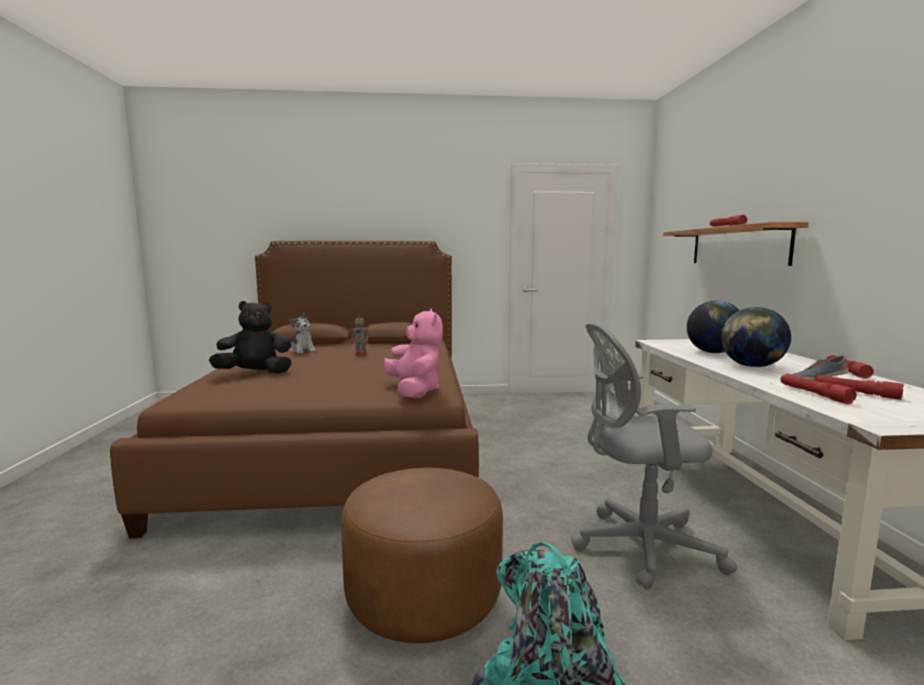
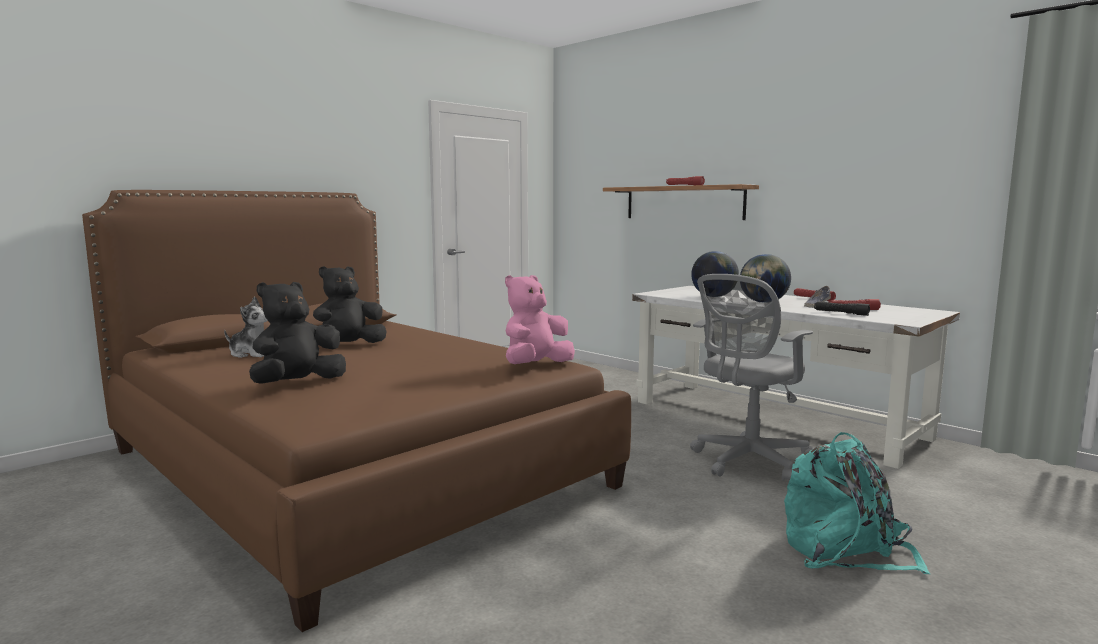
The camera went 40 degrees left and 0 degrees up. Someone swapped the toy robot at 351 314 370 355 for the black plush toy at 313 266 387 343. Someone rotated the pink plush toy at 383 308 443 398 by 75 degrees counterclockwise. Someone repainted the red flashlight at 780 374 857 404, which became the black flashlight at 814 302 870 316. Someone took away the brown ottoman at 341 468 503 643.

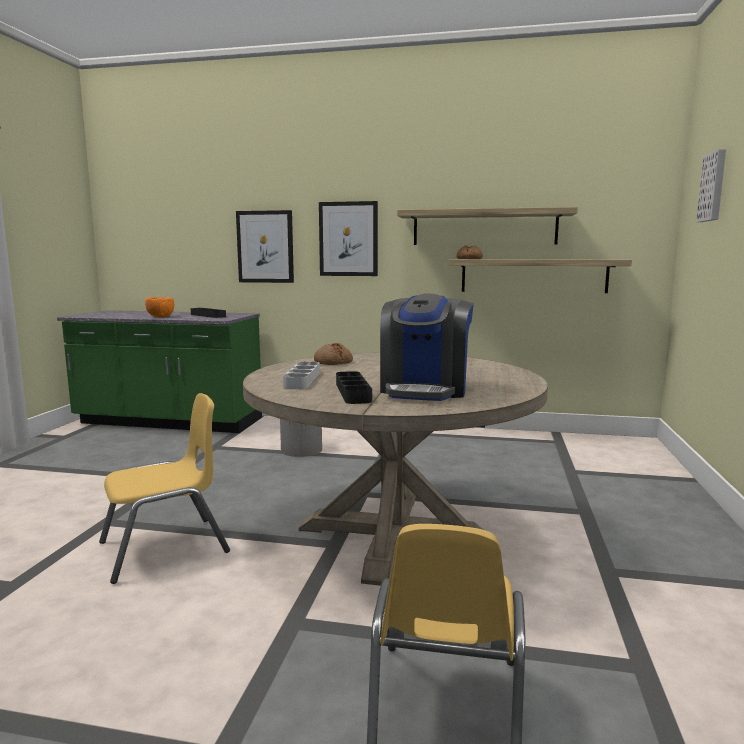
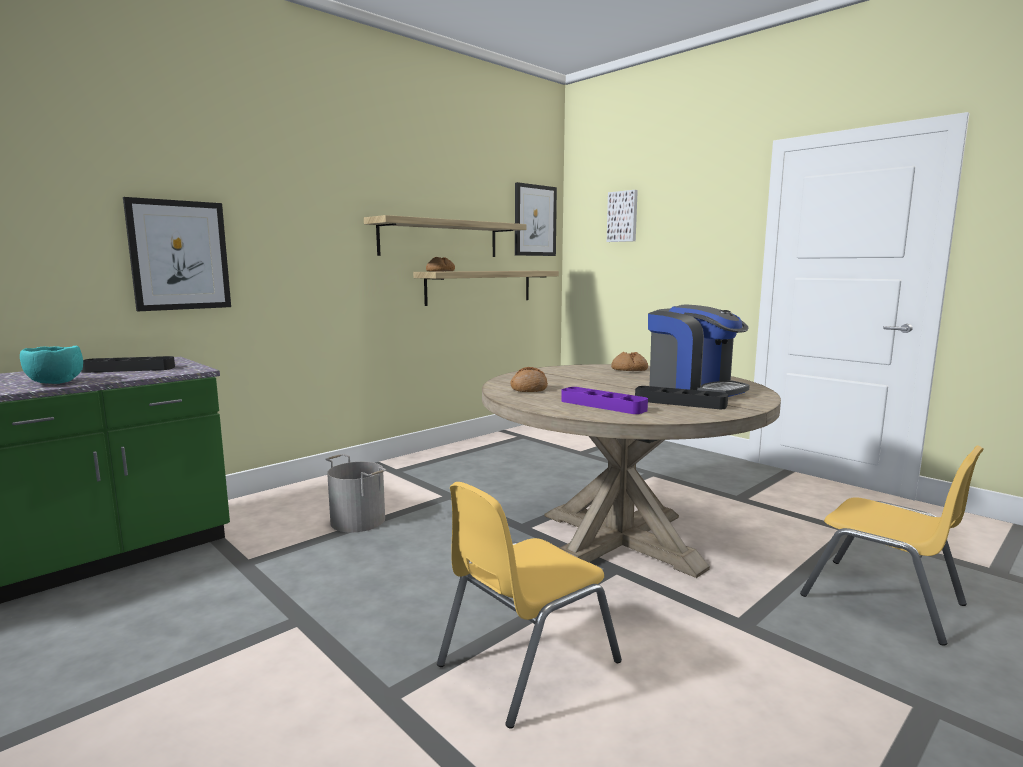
The camera went 55 degrees left and 0 degrees up. Someone repainted the orange bowl at 145 297 174 318, which became the turquoise bowl at 20 346 83 384. Someone rotated the yellow chair at 99 393 230 584 by 135 degrees counterclockwise. Someone carried the picture from 319 201 378 276 to 515 182 557 256. Someone repainted the grey tray at 283 362 320 389, which became the purple tray at 561 387 648 414. Someone put down the bread at 611 352 648 371.

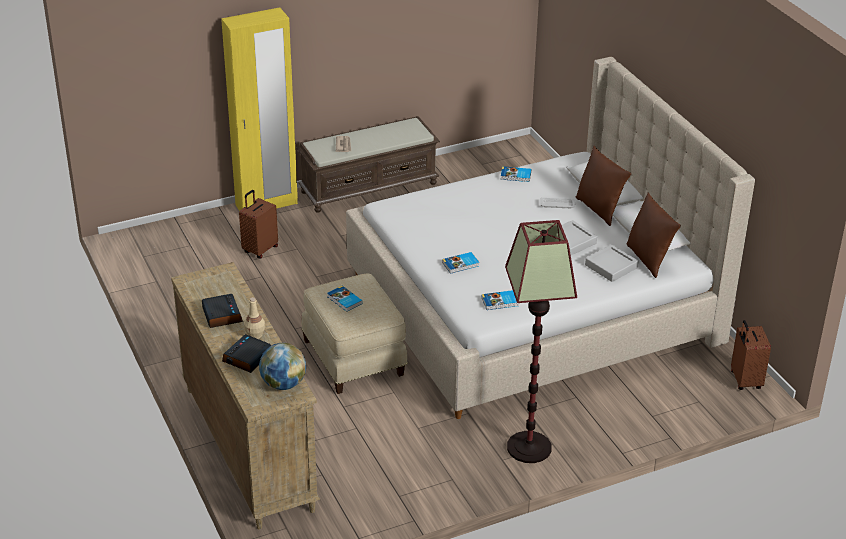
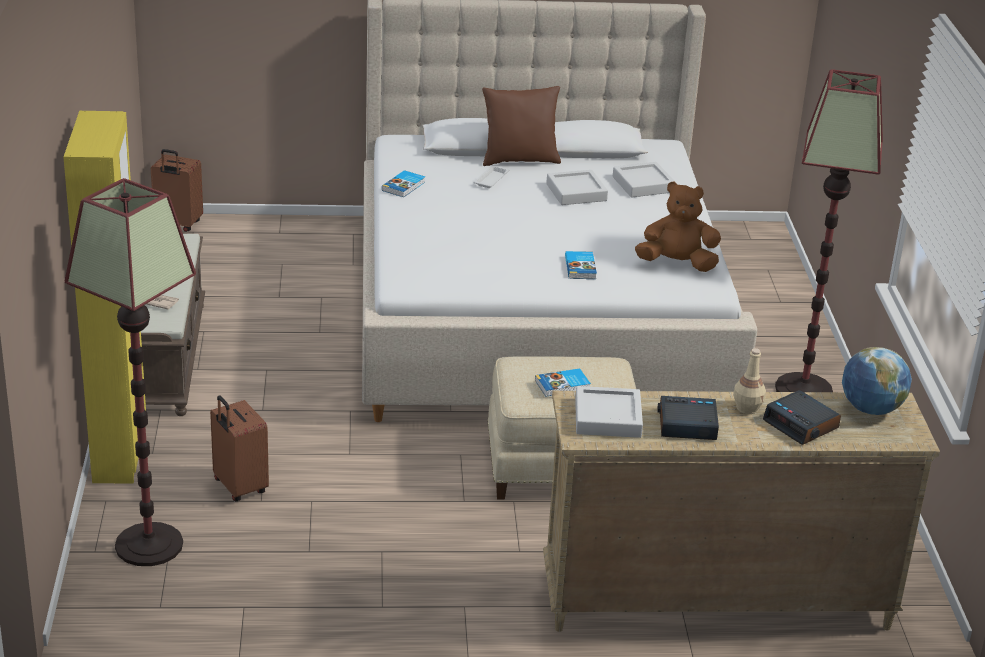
The camera went 70 degrees left and 5 degrees down. Someone put down the floor lamp at 65 178 196 566. Someone carried the brown suitcase from 731 320 771 390 to 151 149 203 232. Someone put down the grey tray at 575 386 643 438. Someone swapped the book at 482 290 518 310 for the brown plush toy at 635 182 721 272. Someone took away the brown pillow at 627 192 681 278.

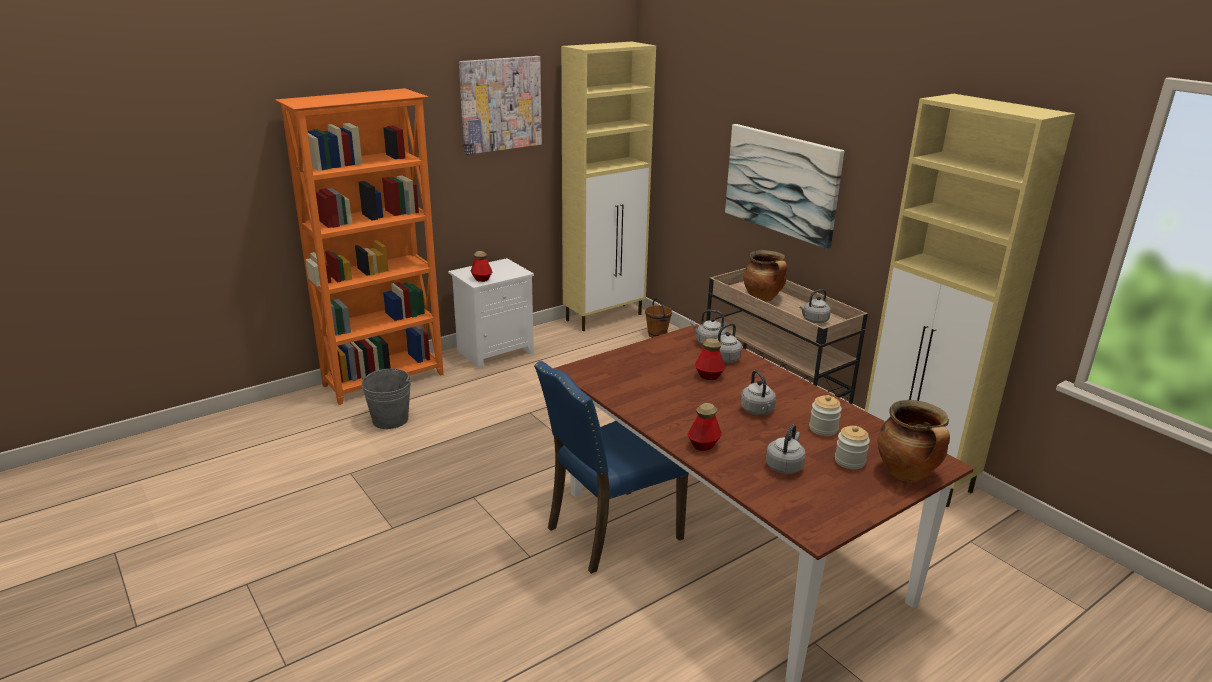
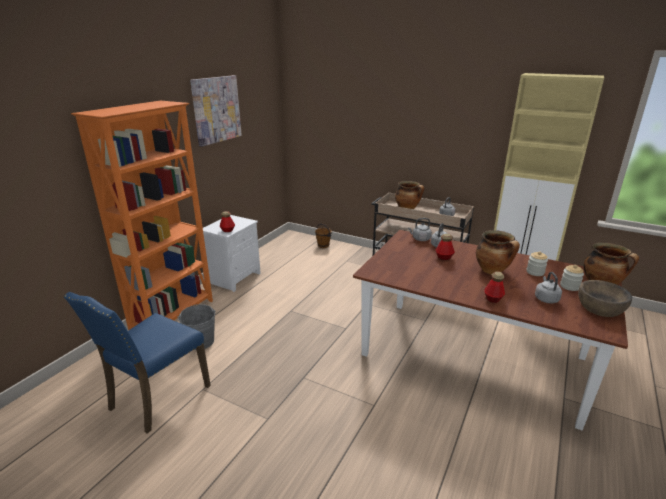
The camera went 25 degrees left and 0 degrees up. Someone carried the blue chair from 534 361 689 574 to 64 292 211 434. Someone swapped the grey kettle at 741 370 776 415 for the cooking pot at 476 230 520 274. Someone put down the brown bowl at 578 280 632 317. Someone took away the beige cabinet at 561 42 656 331. Someone took away the picture at 725 124 845 249.

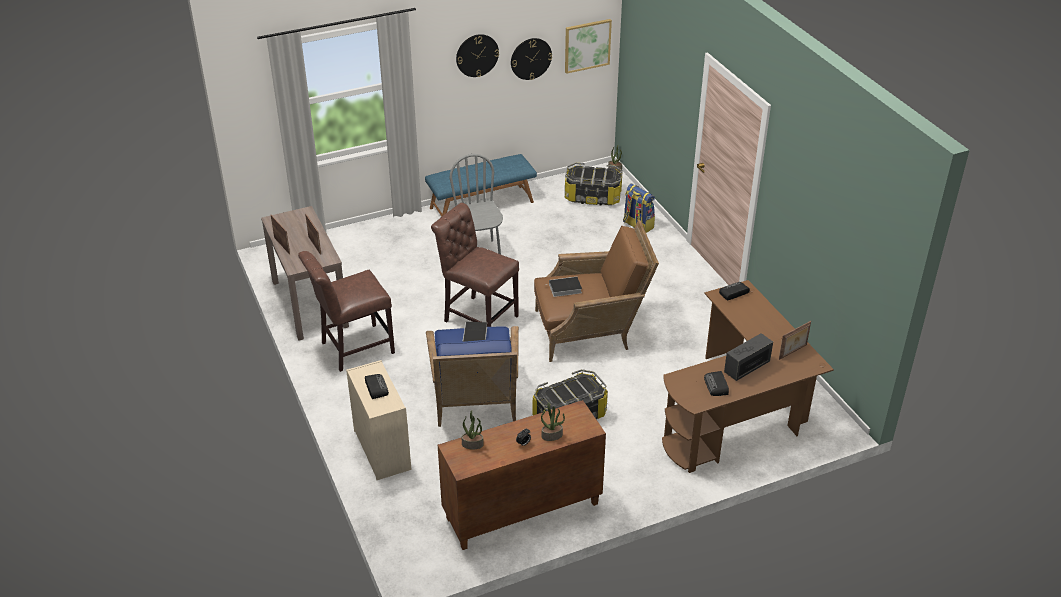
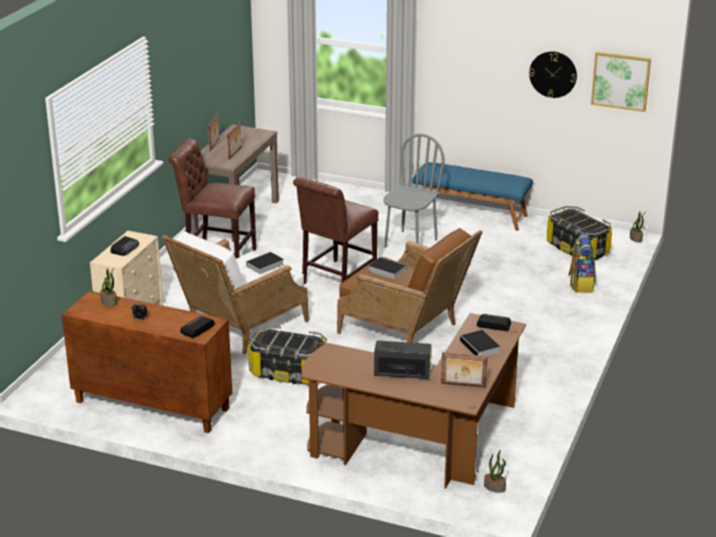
The camera went 45 degrees right and 10 degrees down. Someone repainted the blue armchair at 426 326 519 427, which became the white armchair at 162 231 309 355. Someone carried the radio from 704 371 729 396 to 180 316 215 338. Someone rotated the brown chair at 431 203 519 327 by 135 degrees counterclockwise. Someone put down the book at 460 330 500 356. Someone carried the potted plant from 541 402 565 441 to 484 450 506 493. Someone took away the wall clock at 456 34 499 77.

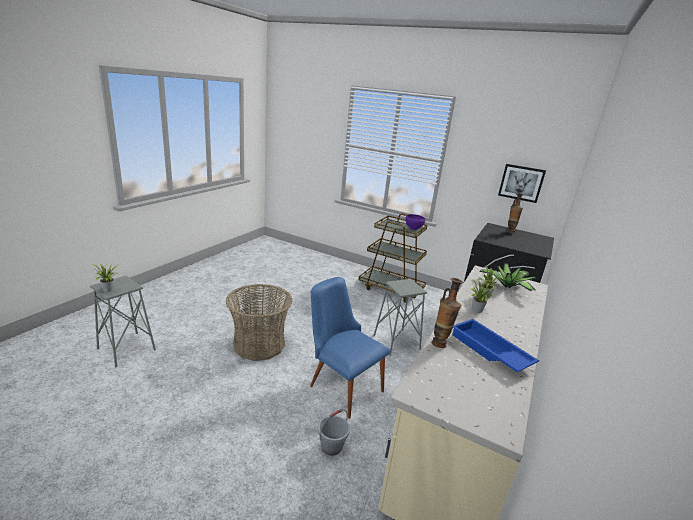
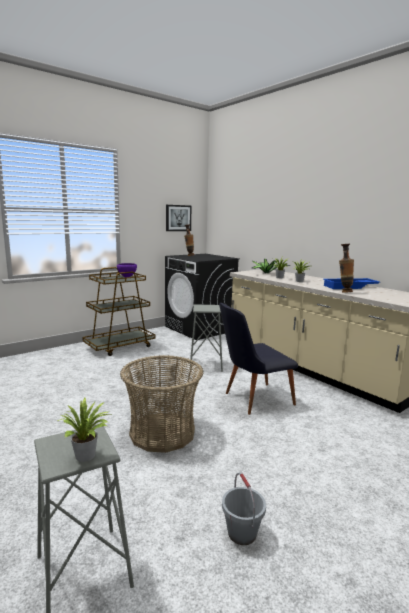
The camera went 65 degrees left and 10 degrees down. Someone repainted the blue chair at 310 277 390 419, which became the black chair at 219 303 298 415. Someone carried the grey bucket from 318 409 350 456 to 222 473 266 545.

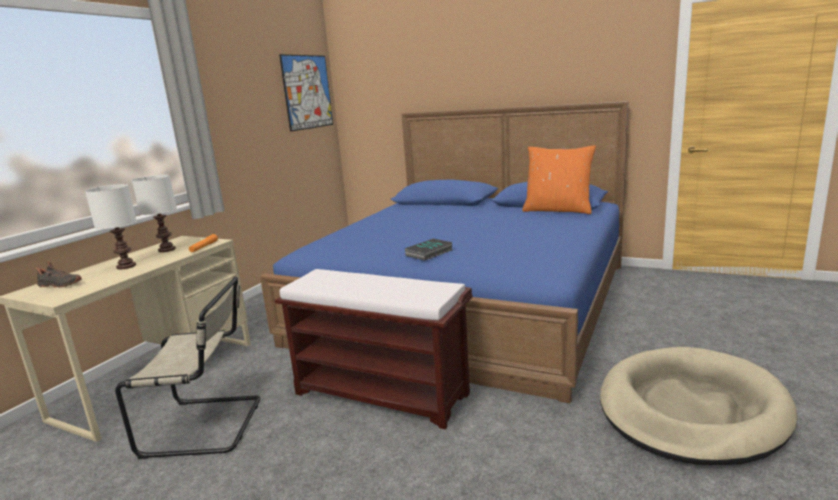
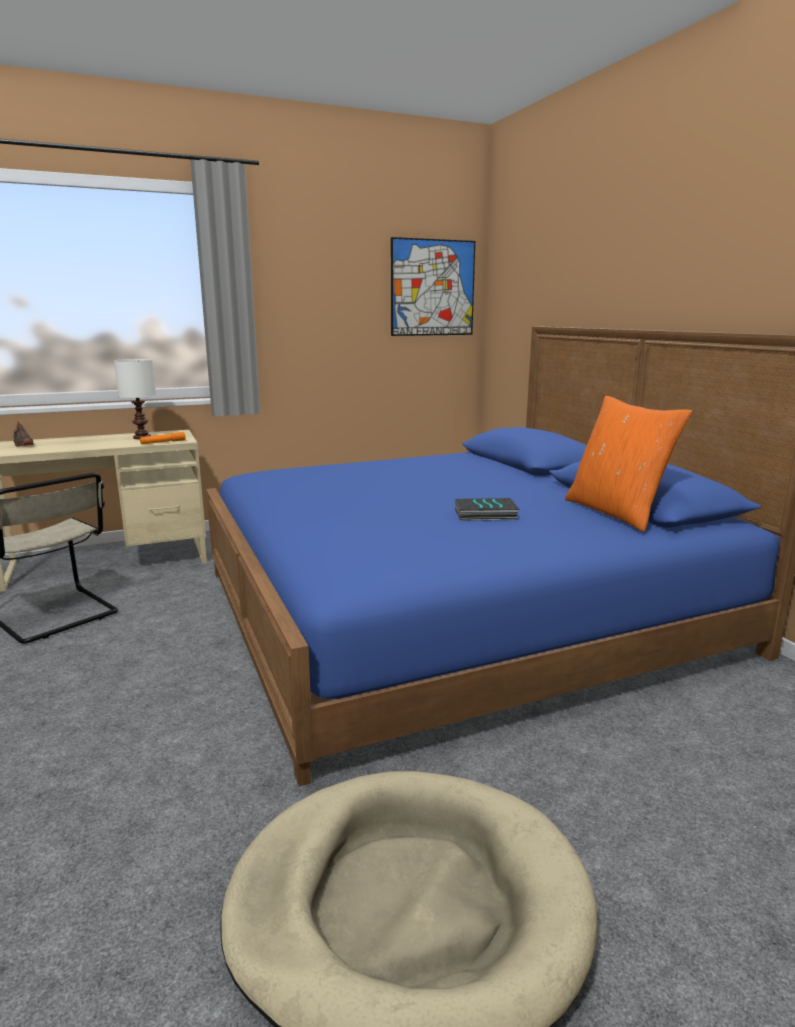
The camera went 40 degrees right and 0 degrees up. Someone carried the book from 405 238 453 261 to 455 498 519 521. Someone took away the white table lamp at 85 184 137 269. Someone took away the brown bench at 275 269 472 429.

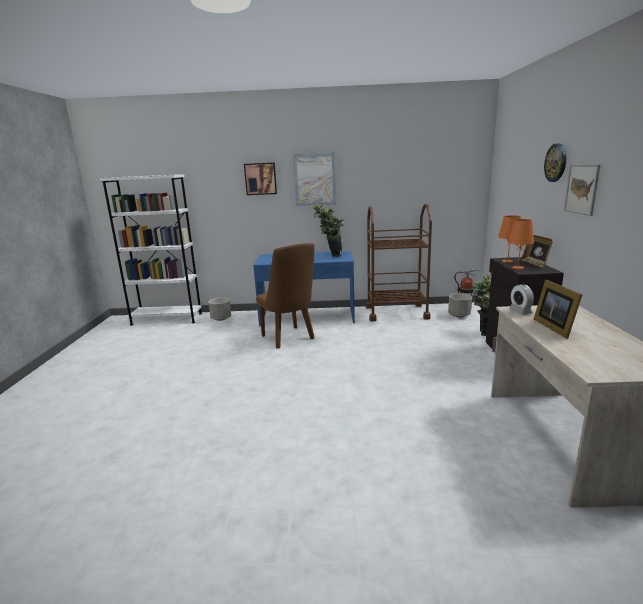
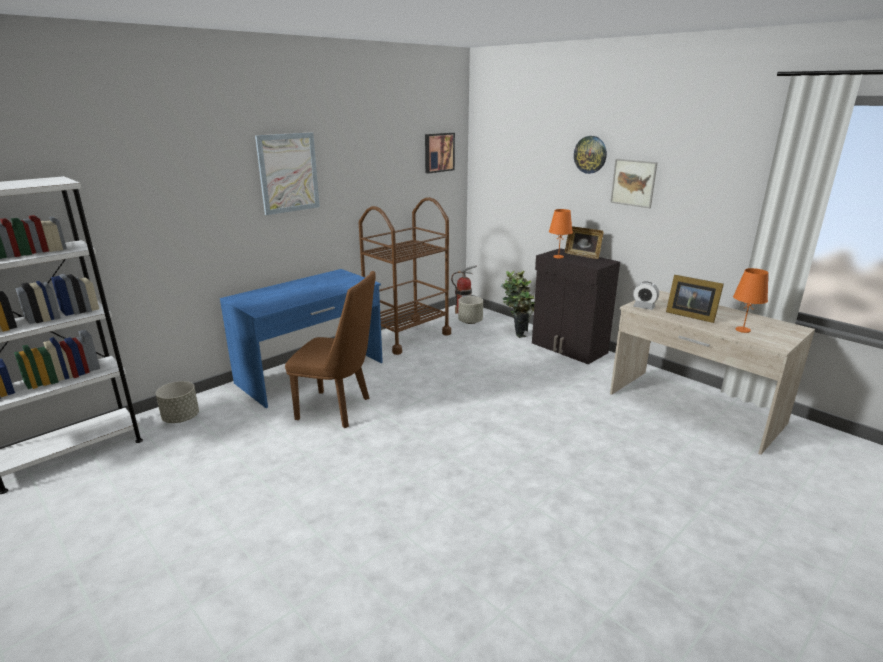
The camera went 45 degrees left and 5 degrees up. Someone carried the picture from 244 163 277 195 to 425 133 455 174. Someone carried the orange table lamp from 508 219 534 269 to 733 268 769 333. Someone took away the potted plant at 311 204 344 257.

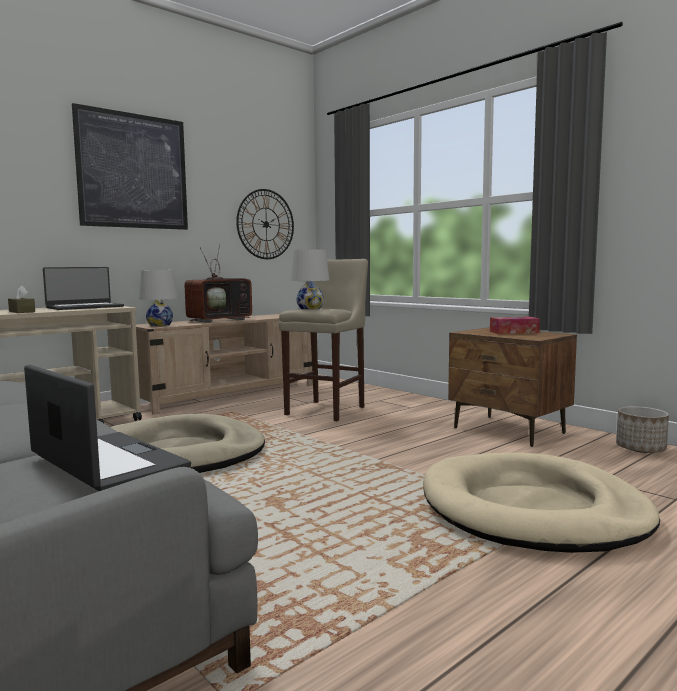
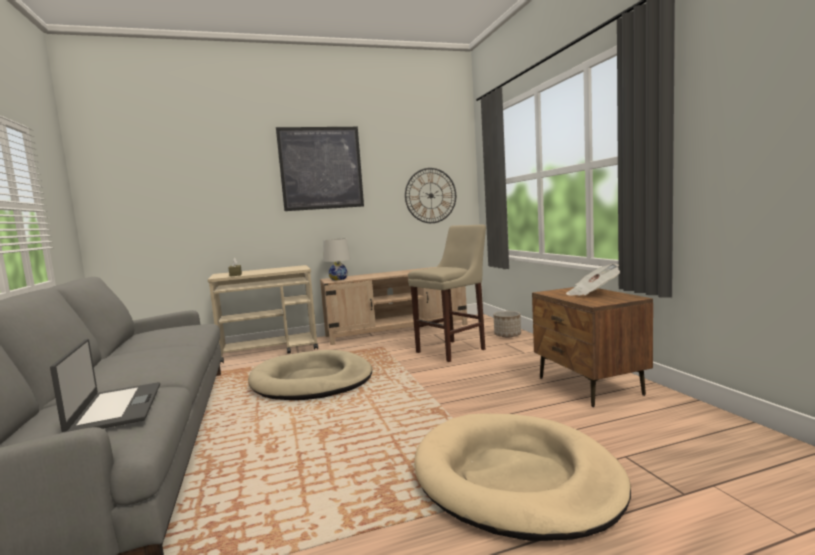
The camera went 25 degrees right and 0 degrees up. Someone carried the planter from 616 406 669 453 to 494 311 521 337. Someone swapped the tissue box at 490 317 540 334 for the newspaper at 566 264 620 296. Someone took away the laptop at 43 267 124 310. Someone took away the television at 185 244 252 323. Someone took away the white table lamp at 290 250 330 309.

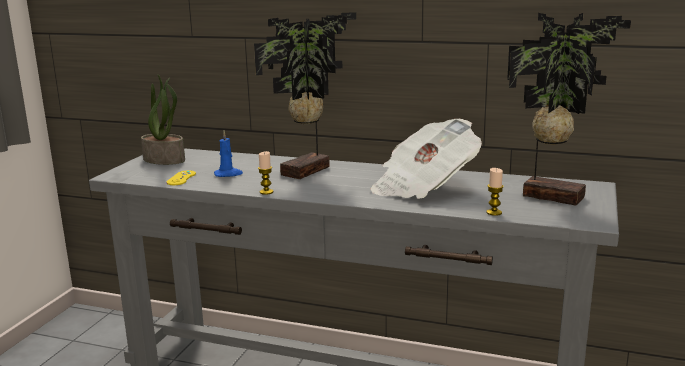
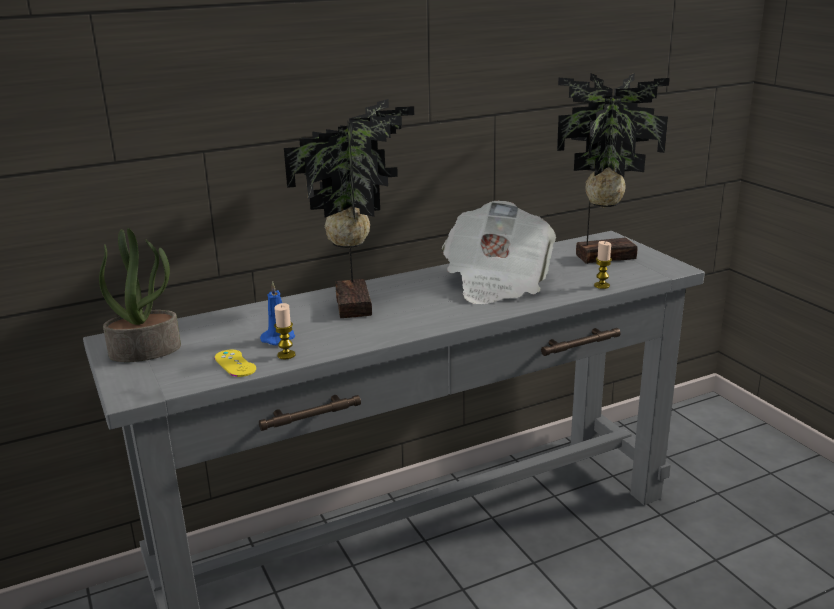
The camera went 45 degrees left and 5 degrees up. Someone carried the candle from 258 151 273 195 to 274 303 295 359.

